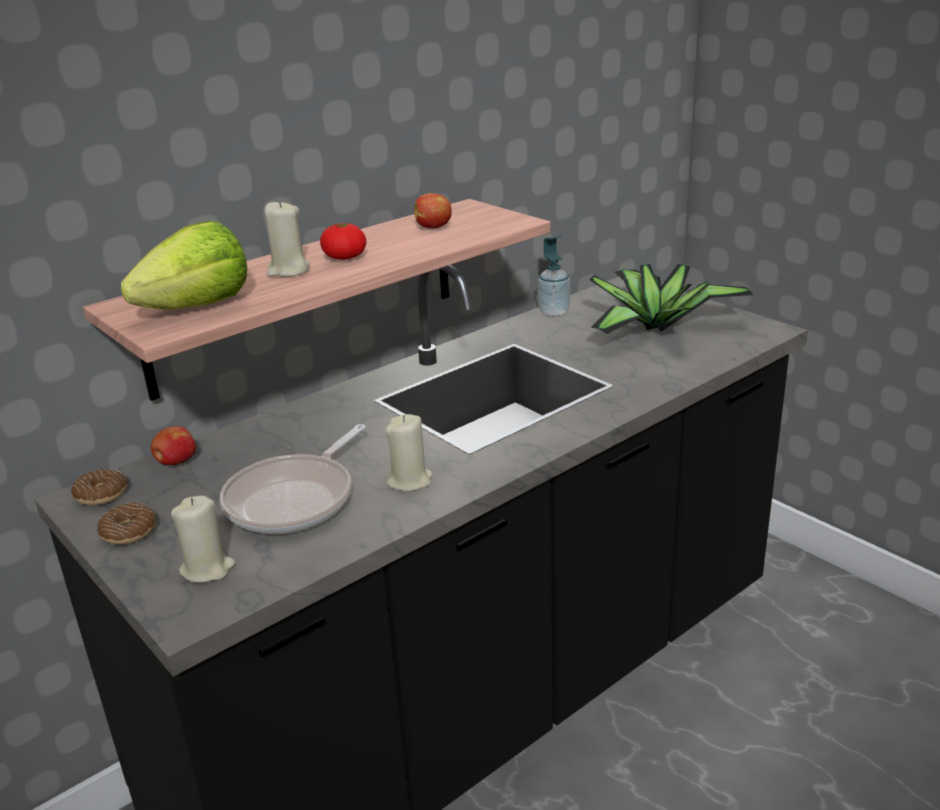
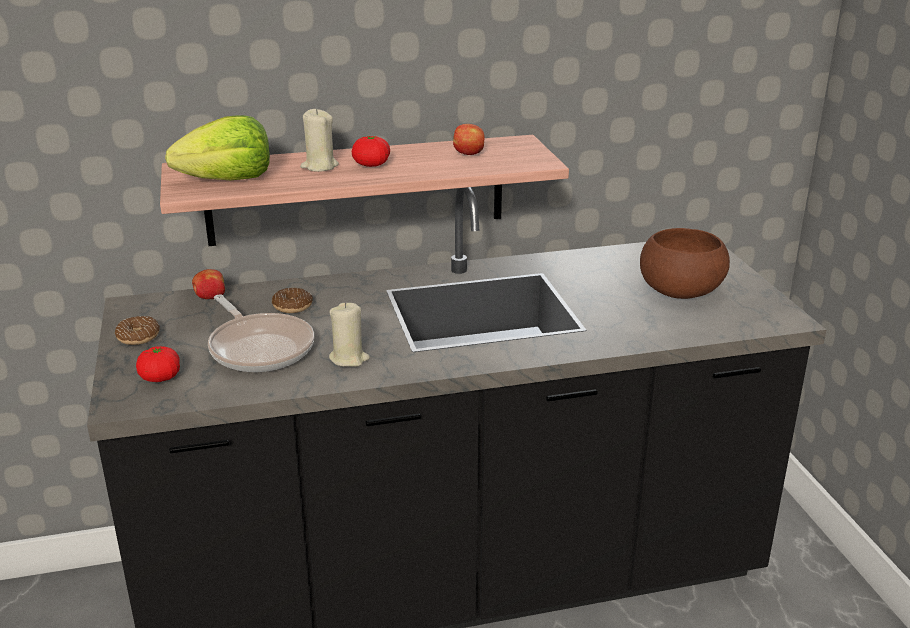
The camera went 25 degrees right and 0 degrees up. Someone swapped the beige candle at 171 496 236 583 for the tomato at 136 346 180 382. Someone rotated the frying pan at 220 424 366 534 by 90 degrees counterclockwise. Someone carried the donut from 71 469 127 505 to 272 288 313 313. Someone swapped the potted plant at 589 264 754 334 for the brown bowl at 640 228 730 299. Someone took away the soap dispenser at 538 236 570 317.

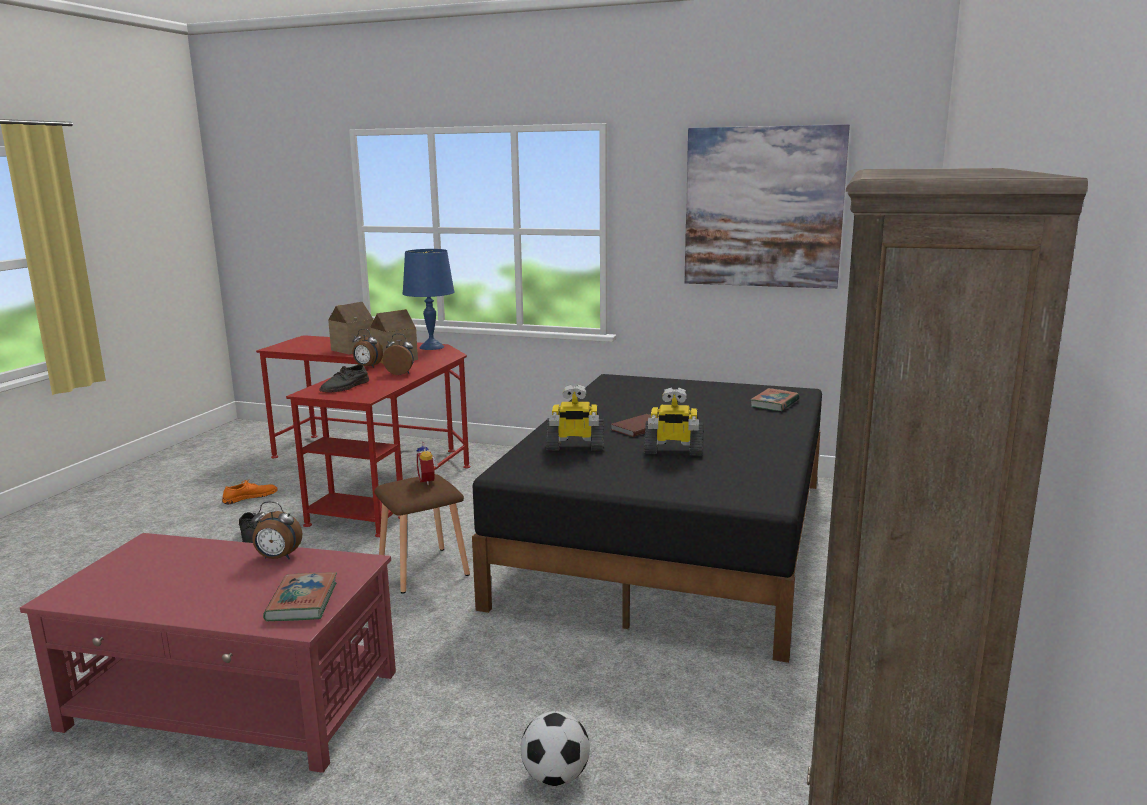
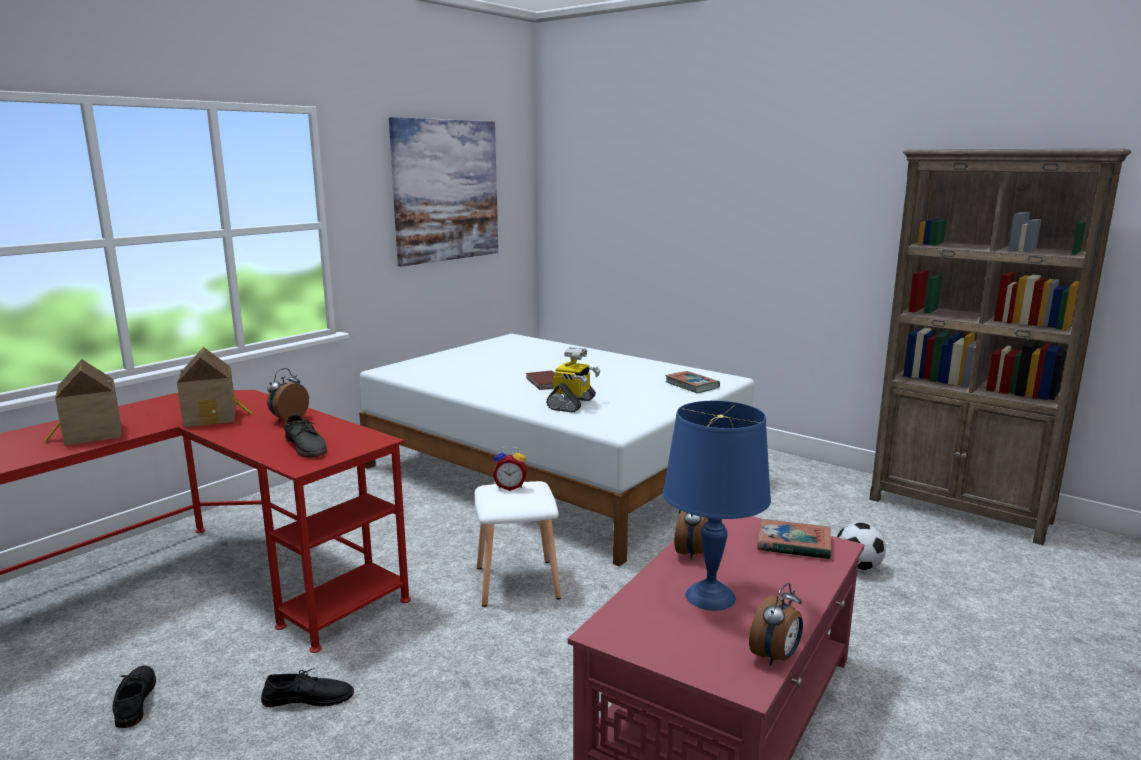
The camera went 70 degrees left and 0 degrees up. Someone repainted the orange shoe at 222 480 278 504, which became the black shoe at 113 665 156 728. Someone repainted the black bed at 472 374 822 663, which became the white bed at 359 334 754 566. Someone repainted the brown stool at 374 474 470 593, which became the white stool at 475 481 561 607. Someone carried the blue table lamp from 402 249 455 350 to 663 401 771 611. Someone carried the book from 750 388 800 411 to 665 371 720 393. Someone carried the alarm clock from 352 329 383 368 to 749 583 803 666. Someone took away the toy robot at 644 387 703 456.

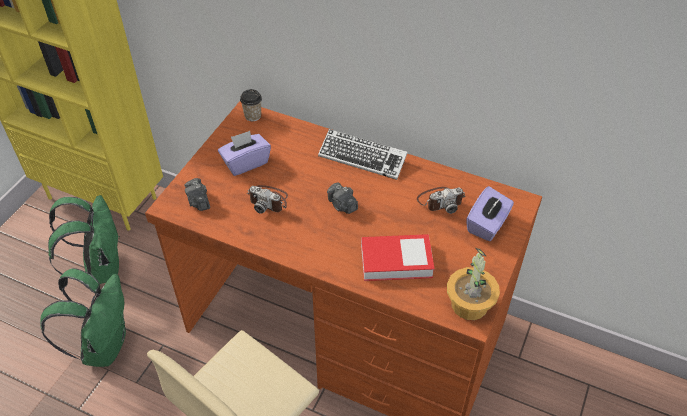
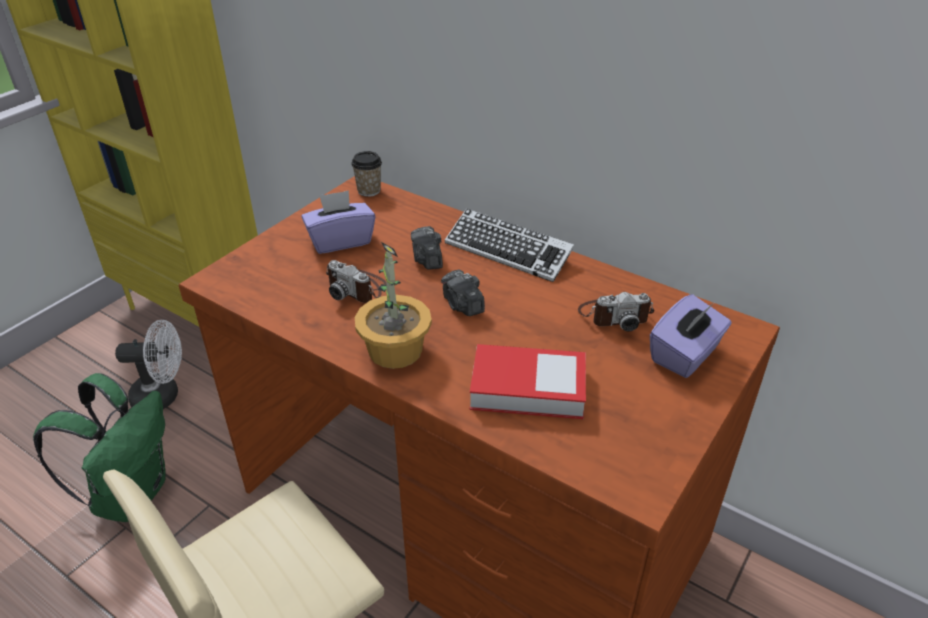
The camera went 10 degrees right and 10 degrees down. Someone swapped the green backpack at 48 195 120 284 for the white fan at 115 320 182 409. Someone carried the potted plant from 447 247 500 320 to 355 242 432 369. Someone carried the photo camera from 184 178 210 211 to 411 226 443 270.

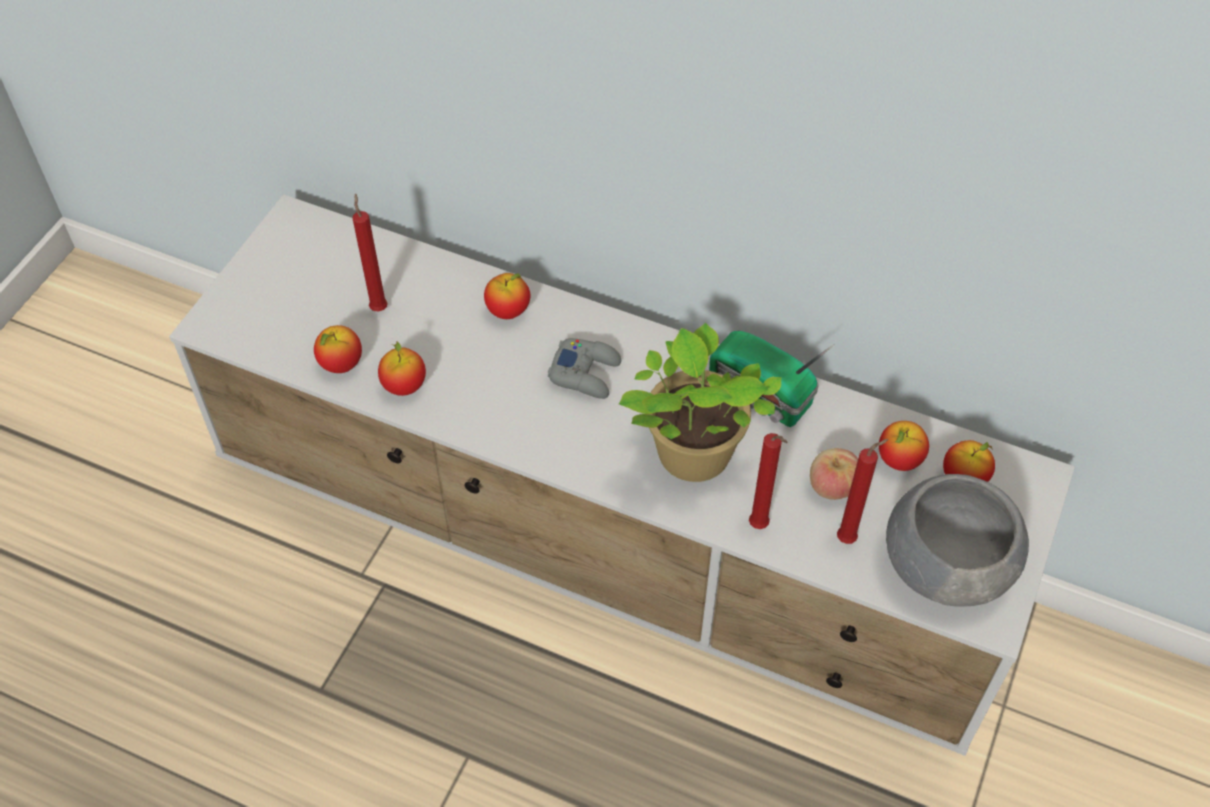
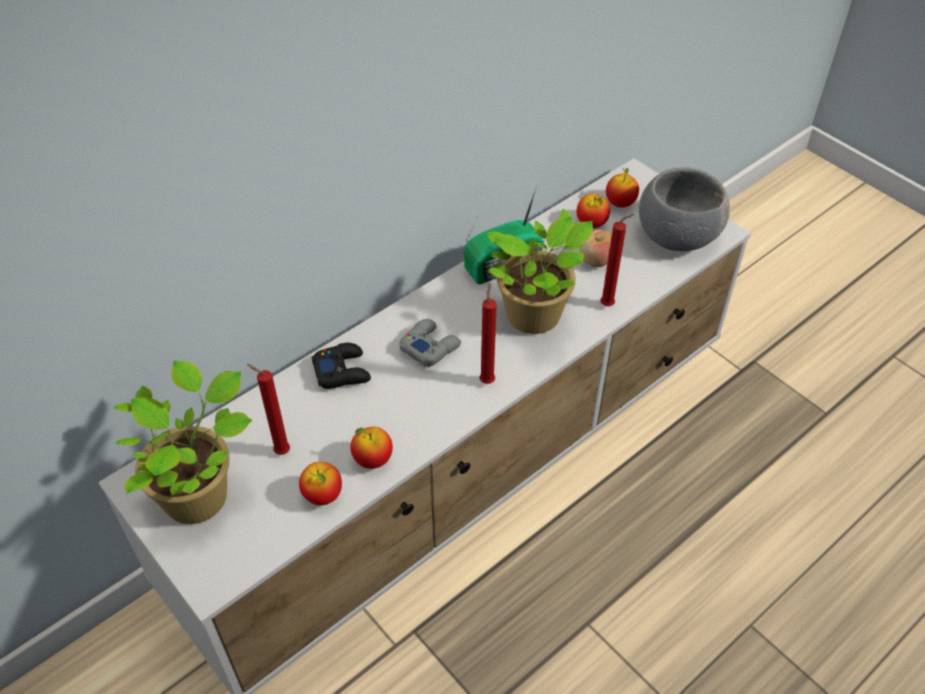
The camera went 65 degrees left and 5 degrees down. Someone put down the potted plant at 114 360 253 524. Someone swapped the apple at 484 273 530 319 for the black game controller at 311 343 371 389. Someone carried the red candle from 837 439 889 544 to 479 284 497 384.

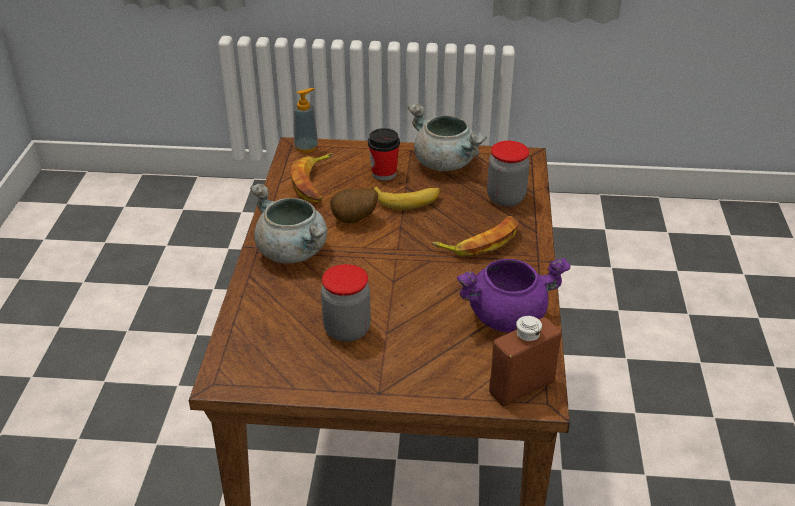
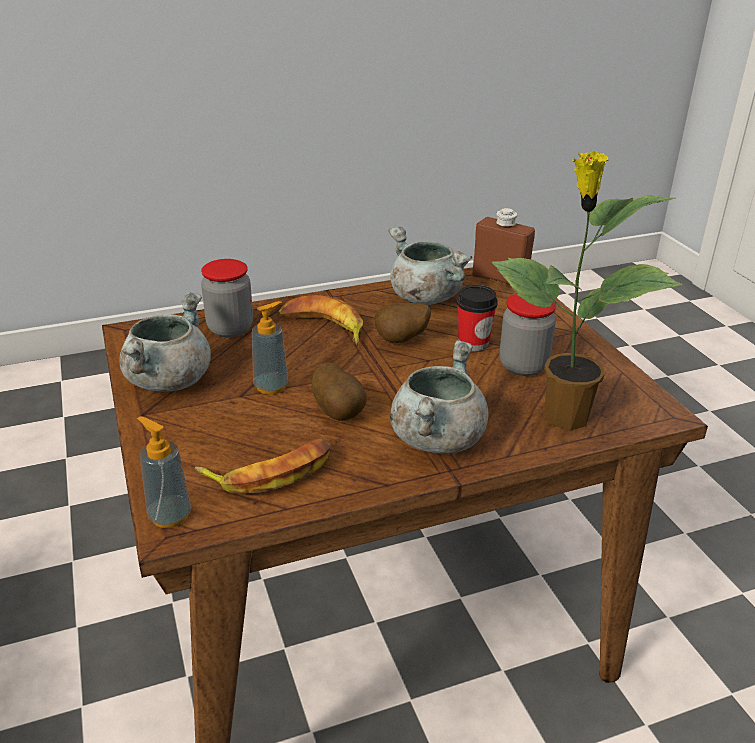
The camera went 115 degrees left and 5 degrees down. Someone swapped the banana at 372 186 441 210 for the soap dispenser at 252 301 288 395. Someone put down the potato at 374 302 431 343. Someone repainted the purple cooking pot at 457 258 571 333, which became the grey cooking pot at 389 227 472 305. Someone carried the cup from 368 128 400 181 to 456 285 498 351. Someone put down the potted plant at 492 151 682 430.

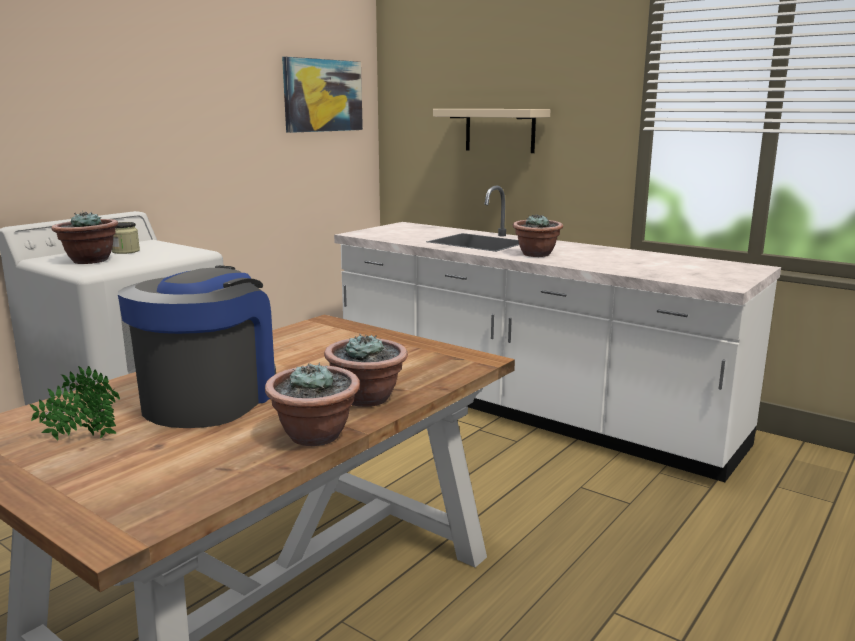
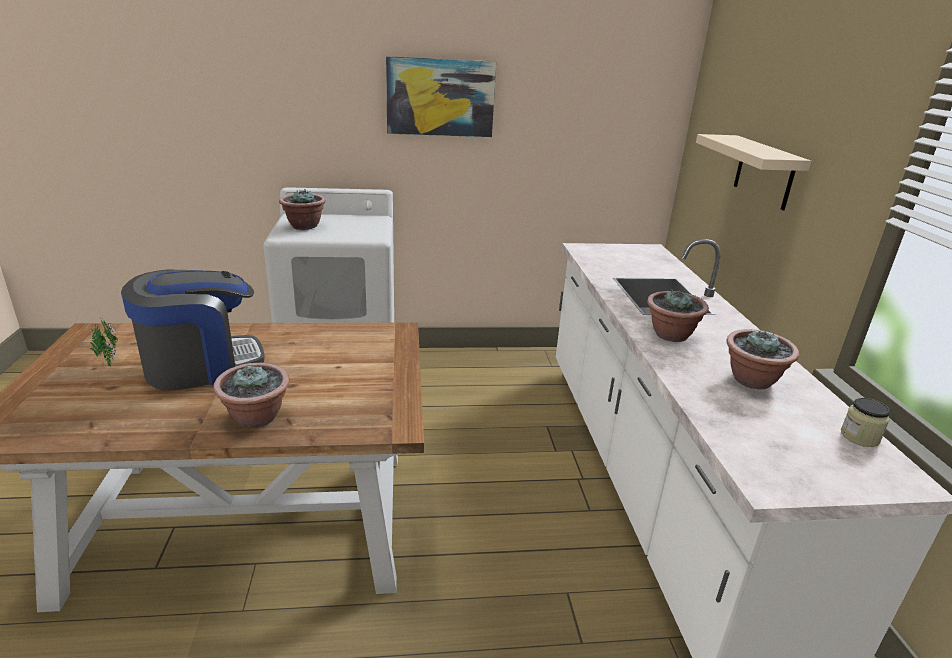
The camera went 45 degrees right and 10 degrees up. Someone carried the picture from 282 57 363 133 to 386 56 496 137. Someone carried the potted plant from 265 363 360 446 to 726 329 799 389. Someone carried the jar from 112 222 140 254 to 841 398 890 447.

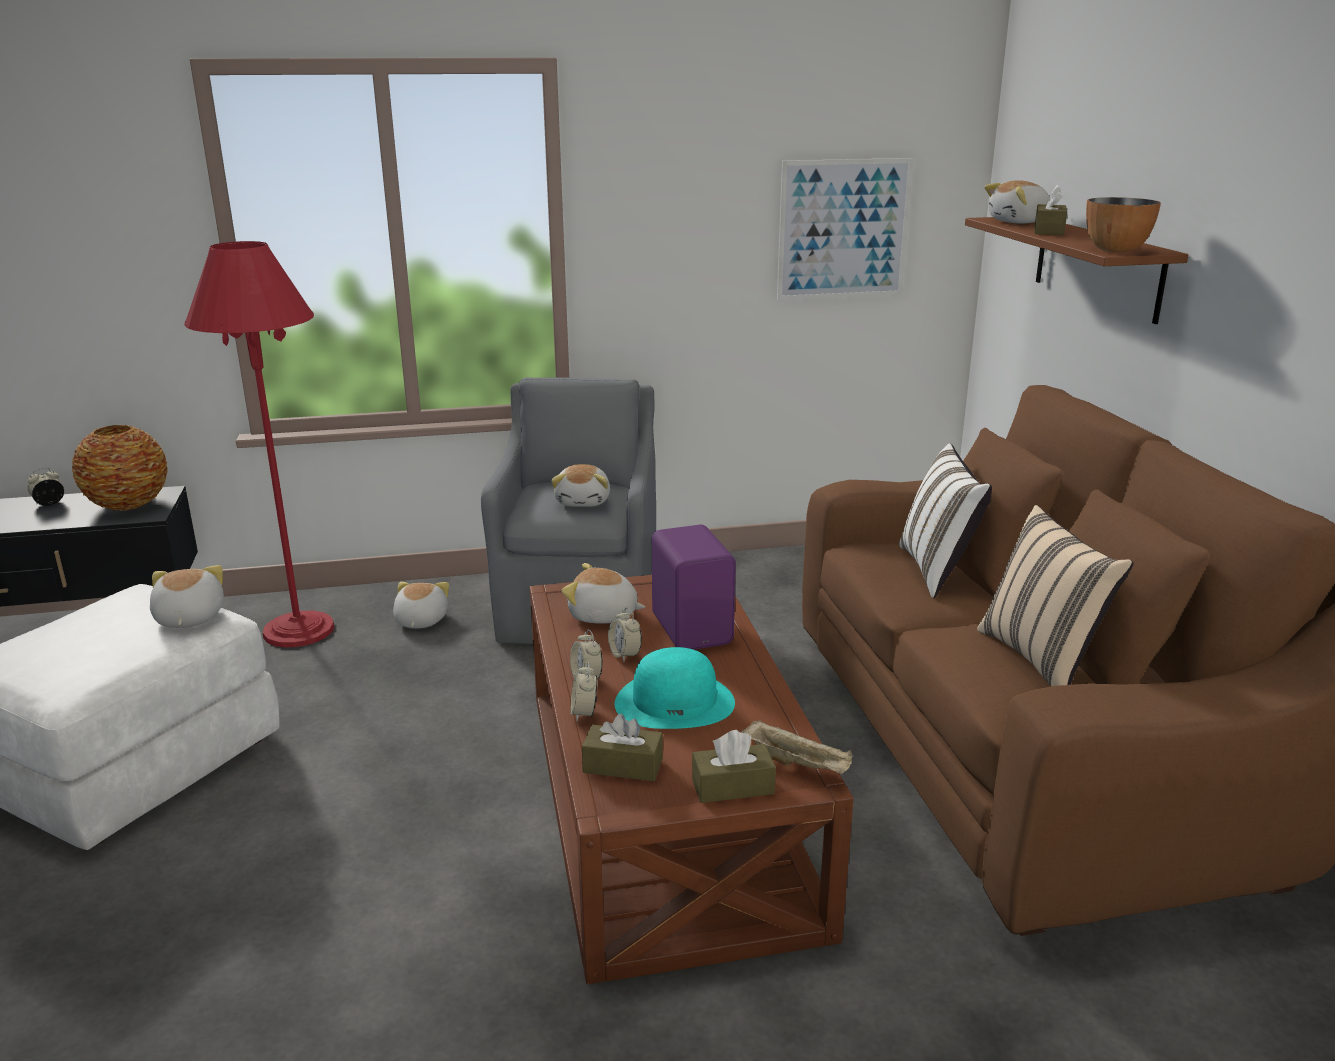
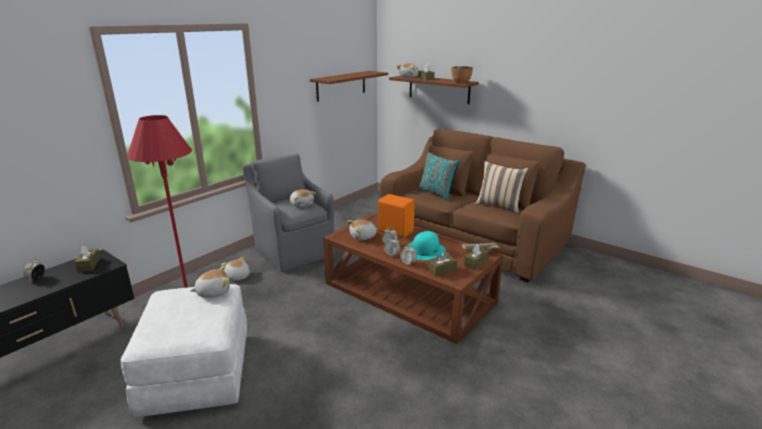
The camera went 40 degrees left and 0 degrees up. Someone swapped the vase at 72 425 168 511 for the brown tissue box at 74 245 100 272. Someone rotated the plush toy at 150 565 224 628 by 120 degrees clockwise. Someone swapped the picture at 777 158 913 300 for the brown shelf at 310 71 388 102. Someone repainted the purple speaker at 652 525 736 650, which became the orange speaker at 378 194 415 238. Someone repainted the white pillow at 899 443 992 598, which became the turquoise pillow at 417 152 460 201.

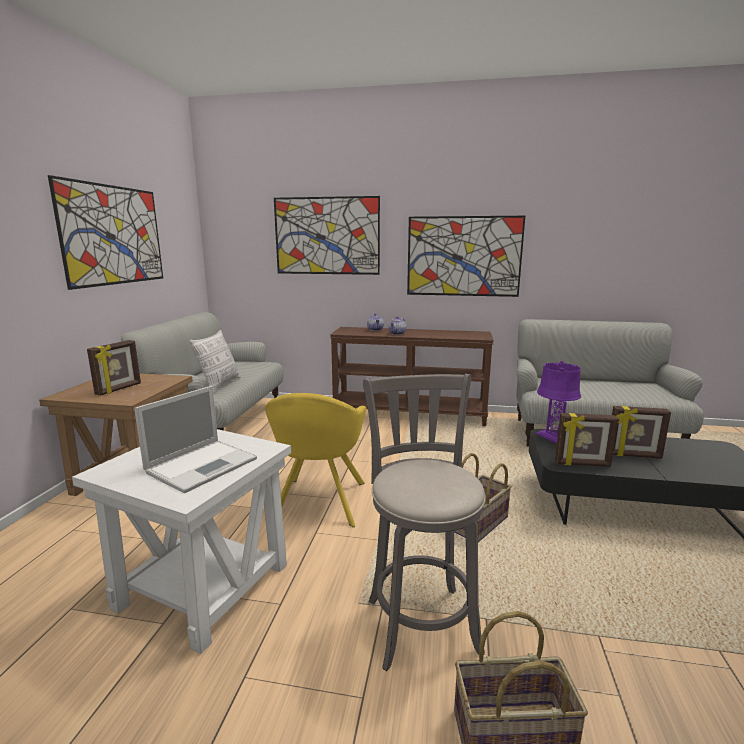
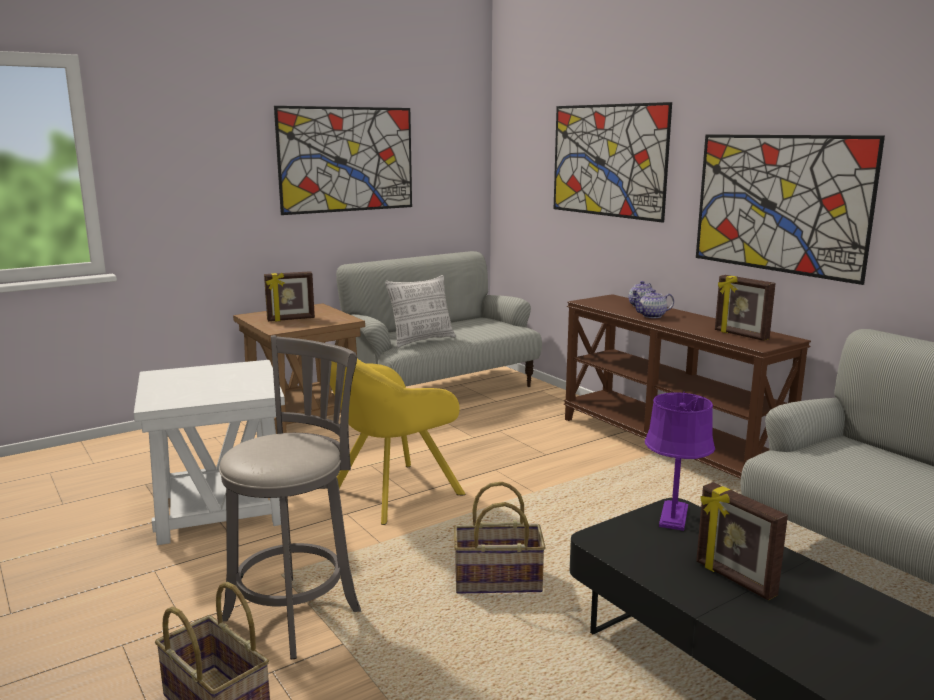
The camera went 45 degrees right and 0 degrees up. Someone carried the picture frame from 555 413 618 467 to 715 275 776 341. Someone took away the laptop at 134 386 257 493.

